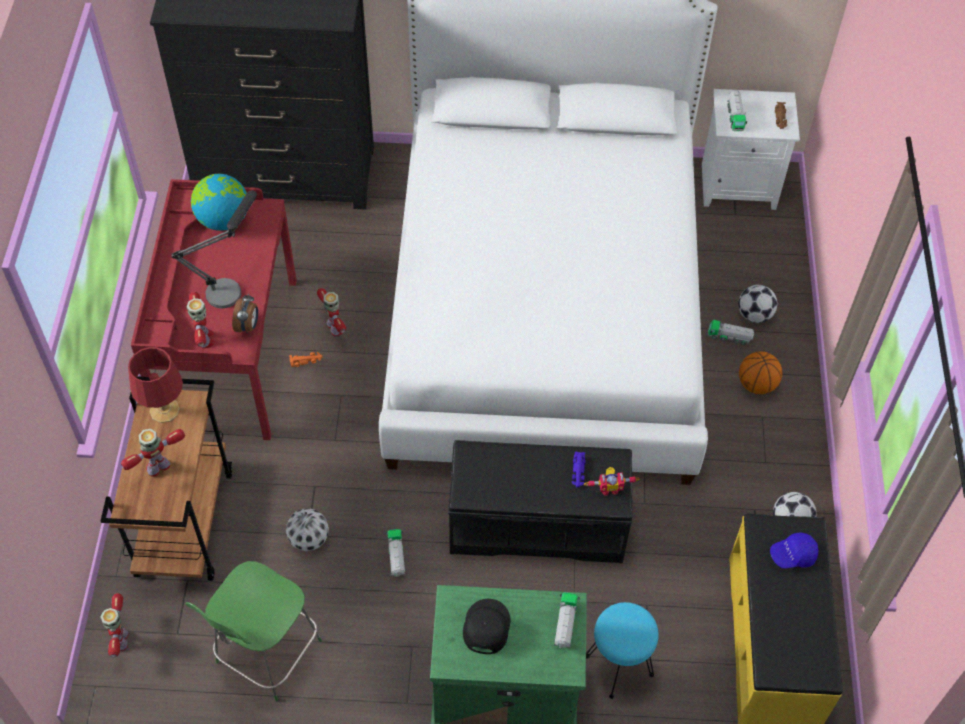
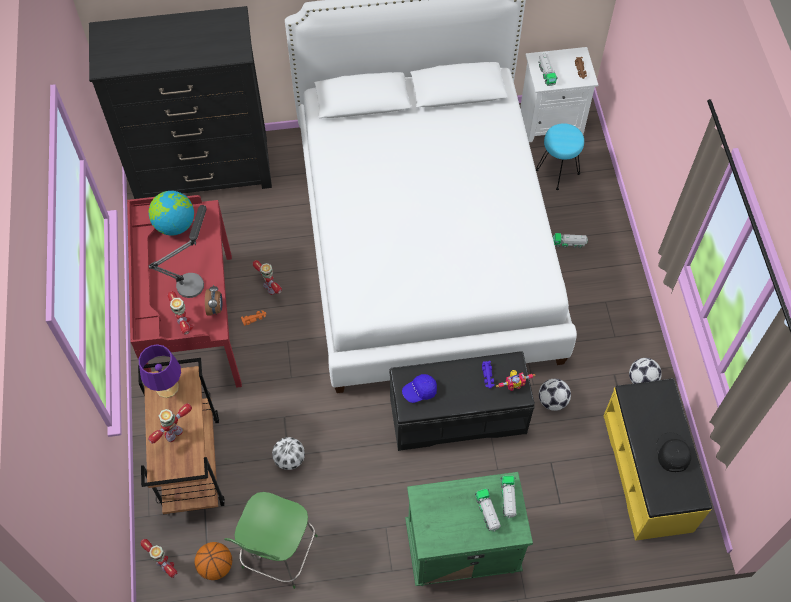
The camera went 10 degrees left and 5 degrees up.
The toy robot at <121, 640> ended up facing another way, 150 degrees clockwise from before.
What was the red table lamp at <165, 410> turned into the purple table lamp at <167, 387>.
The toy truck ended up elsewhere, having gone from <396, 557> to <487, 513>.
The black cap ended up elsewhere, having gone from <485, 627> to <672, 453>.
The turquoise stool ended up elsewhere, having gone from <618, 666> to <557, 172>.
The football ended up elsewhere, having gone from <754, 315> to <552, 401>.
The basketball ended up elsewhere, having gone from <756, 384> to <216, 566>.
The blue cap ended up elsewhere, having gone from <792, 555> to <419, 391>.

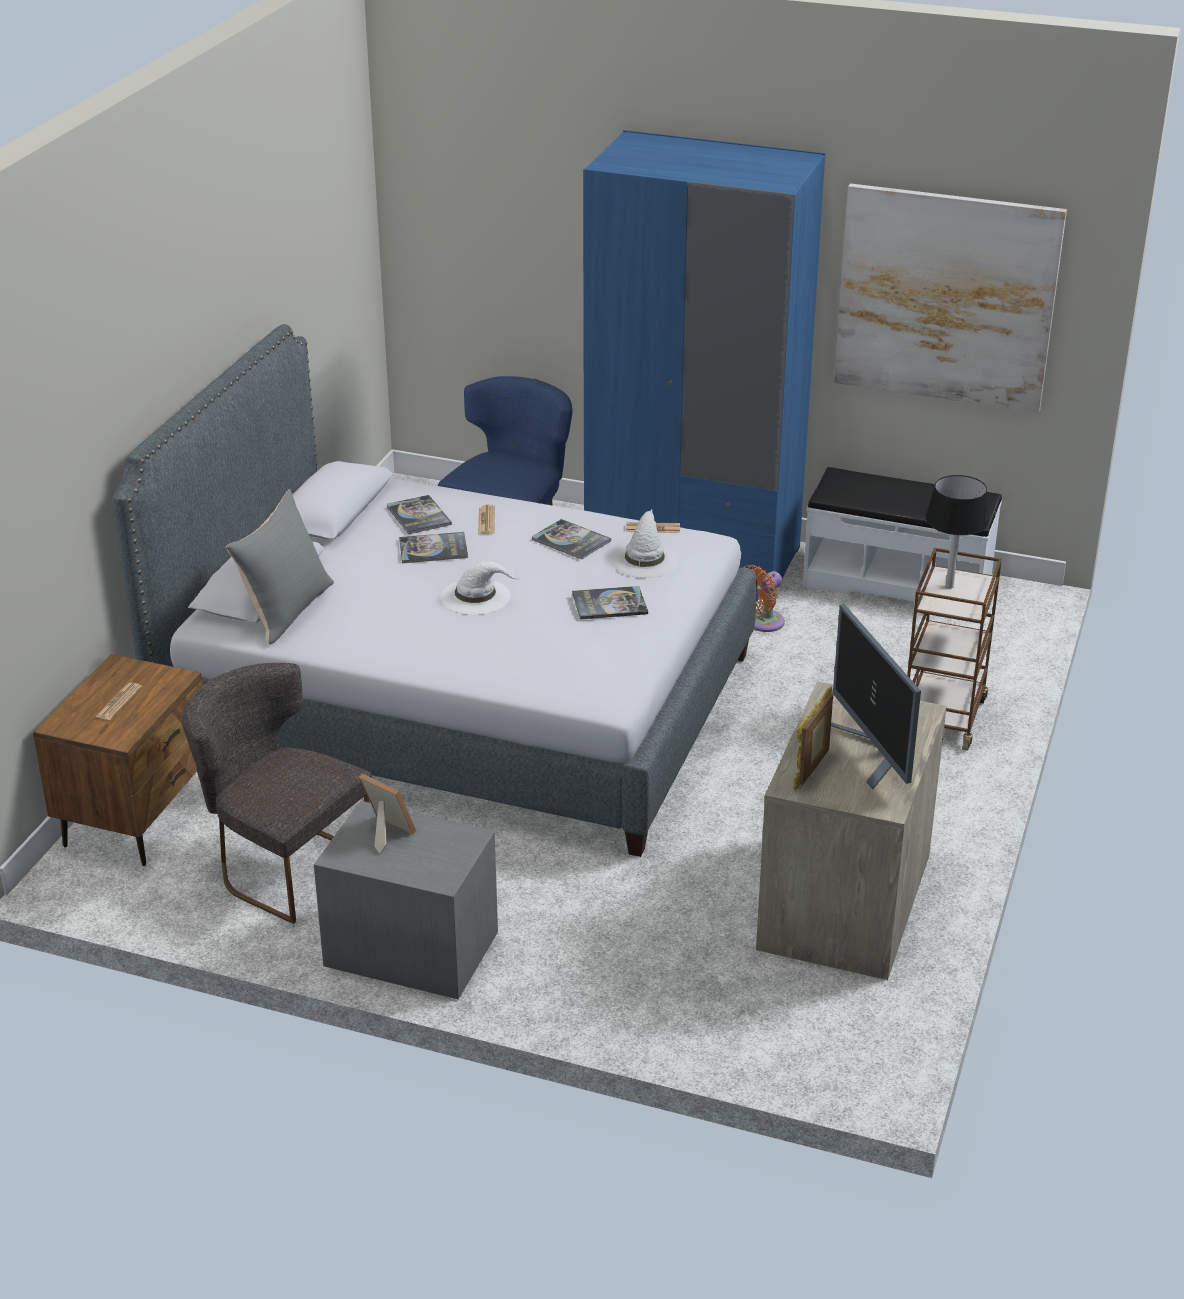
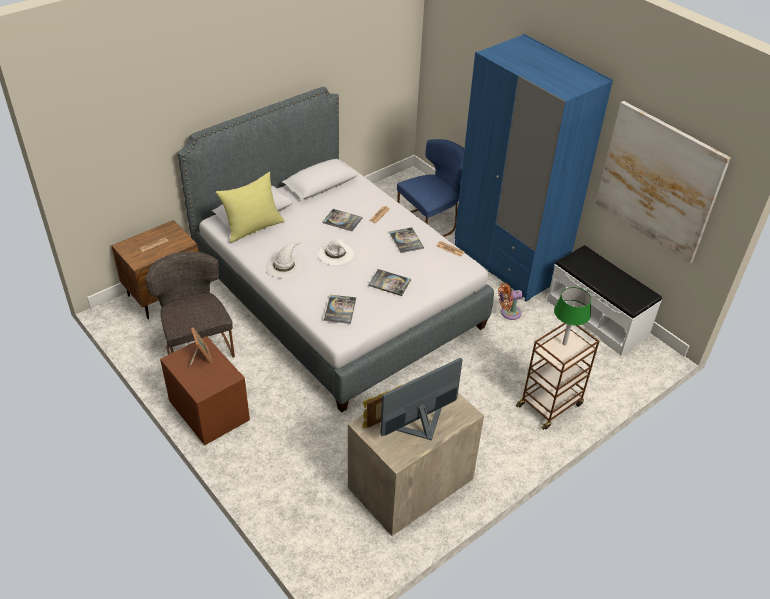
The camera went 30 degrees right and 10 degrees up.
What was the grey pillow at <286, 610> turned into the yellow pillow at <253, 227>.
What was the grey nightstand at <410, 948> turned into the brown nightstand at <209, 410>.
The book ended up elsewhere, having gone from <418, 516> to <340, 309>.
The white hat ended up elsewhere, having gone from <644, 560> to <284, 266>.
The monitor at <874, 754> ended up facing another way, 45 degrees clockwise from before.
What was the black table lamp at <949, 586> turned into the green table lamp at <564, 343>.

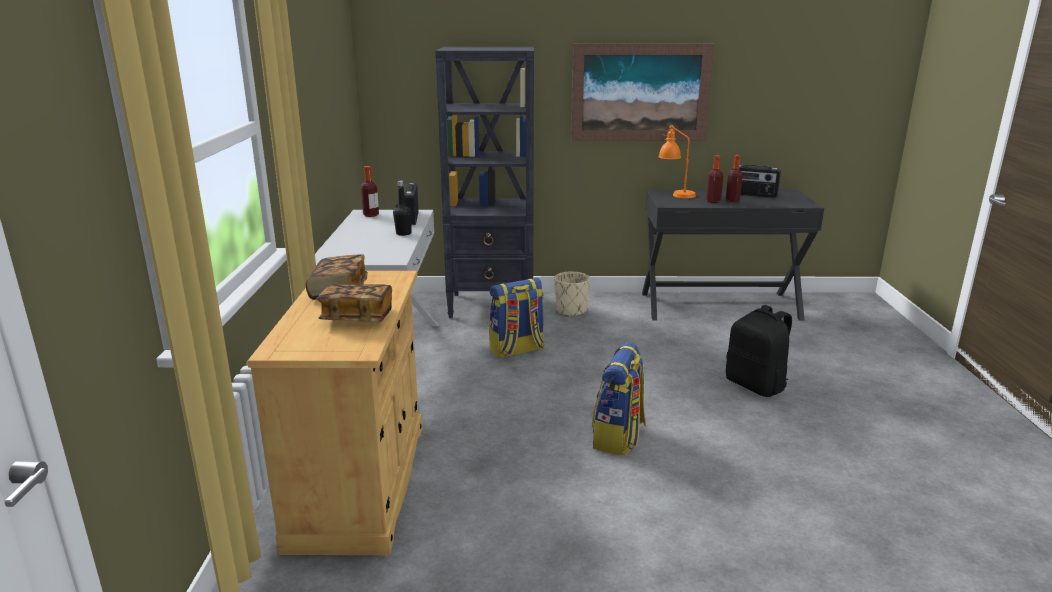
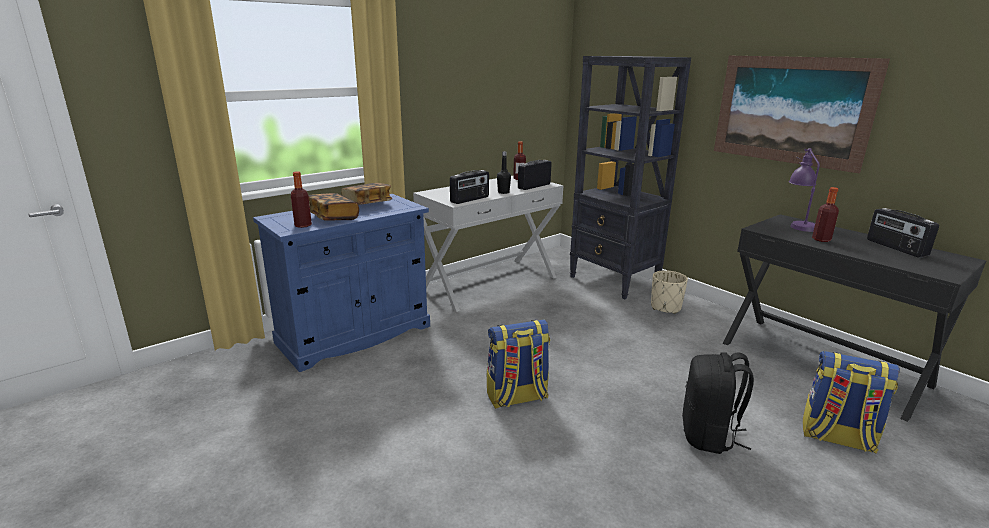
The camera went 50 degrees right and 0 degrees up.
What was the beige cabinet at <360, 483> turned into the blue cabinet at <355, 334>.
The backpack ended up elsewhere, having gone from <517, 350> to <836, 437>.
What was the orange table lamp at <675, 194> turned into the purple table lamp at <798, 224>.
The bottle ended up elsewhere, having gone from <732, 201> to <303, 225>.
The second view gained the radio at <470, 199>.

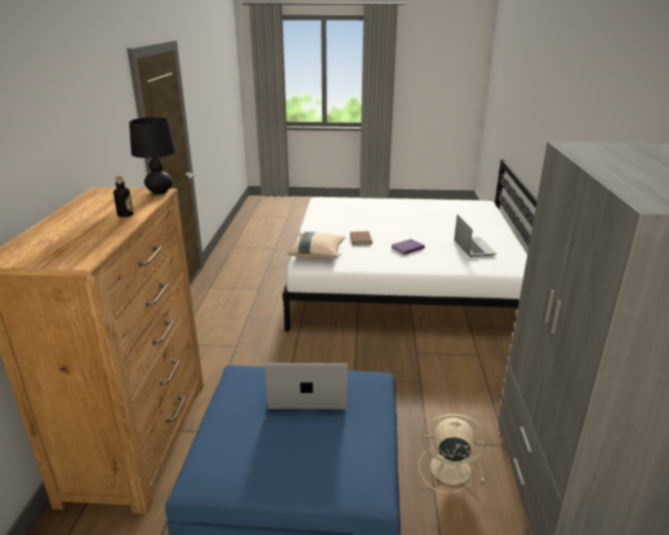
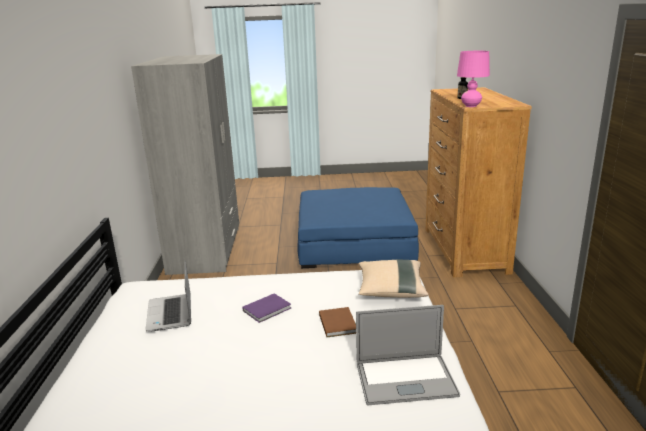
The camera went 175 degrees right and 5 degrees down.
What was the black table lamp at <159, 192> turned into the pink table lamp at <471, 106>.
The laptop ended up elsewhere, having gone from <308, 393> to <405, 379>.
The second view lost the beige fan at <448, 468>.

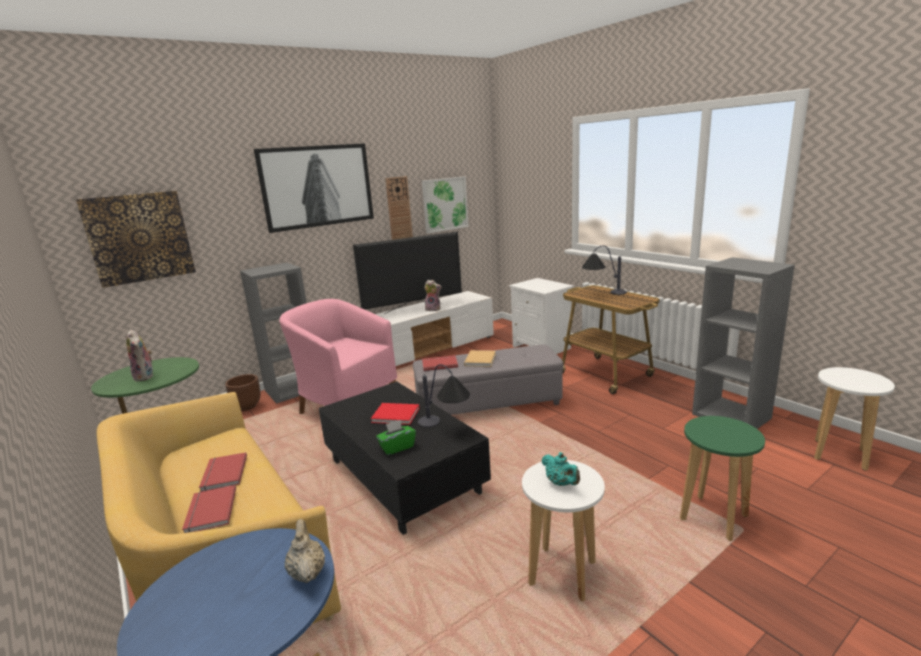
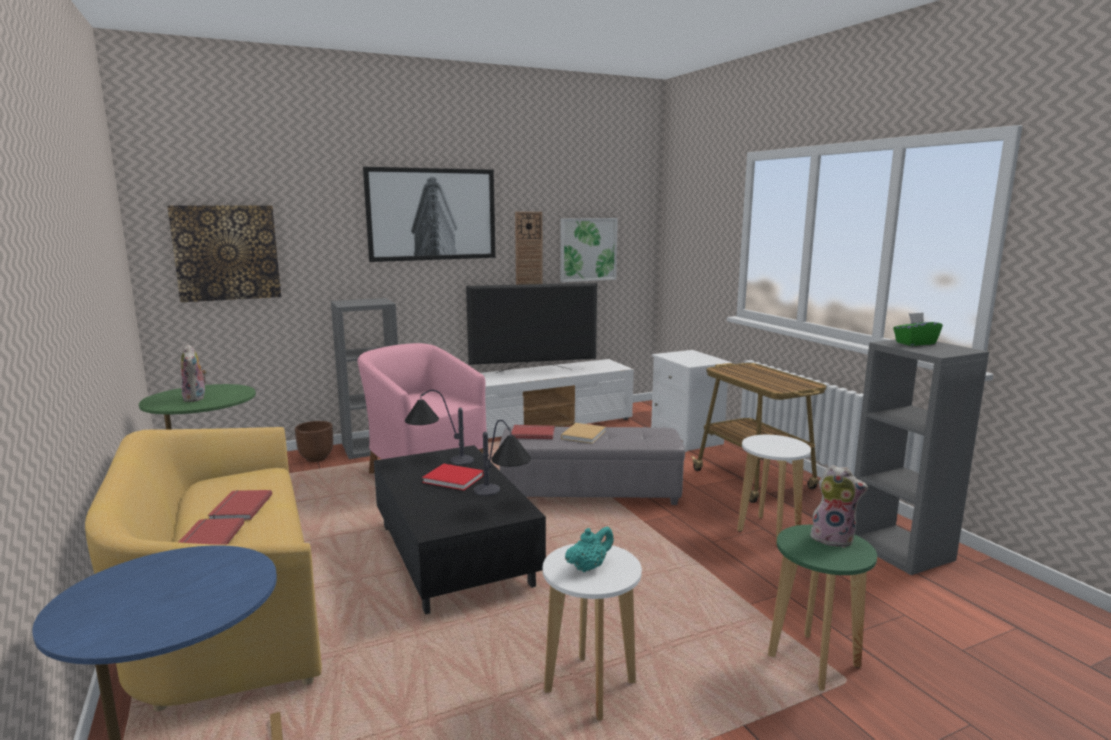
The camera went 10 degrees right and 5 degrees down.
The second view lost the beige teapot at <307, 572>.
The green tissue box ended up elsewhere, having gone from <397, 447> to <915, 343>.
The plush toy ended up elsewhere, having gone from <433, 309> to <833, 538>.
The turquoise teapot at <561, 483> ended up facing another way, 105 degrees counterclockwise from before.
The table lamp ended up elsewhere, having gone from <602, 294> to <438, 460>.
The white stool ended up elsewhere, having gone from <840, 455> to <769, 531>.

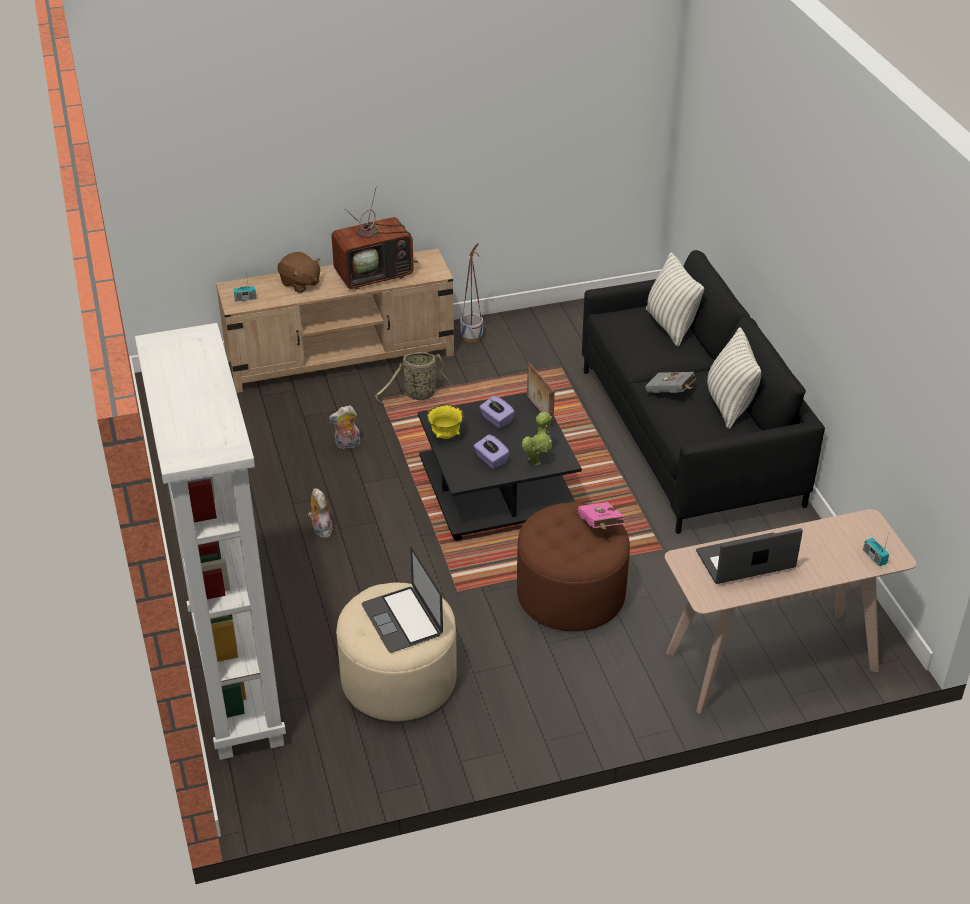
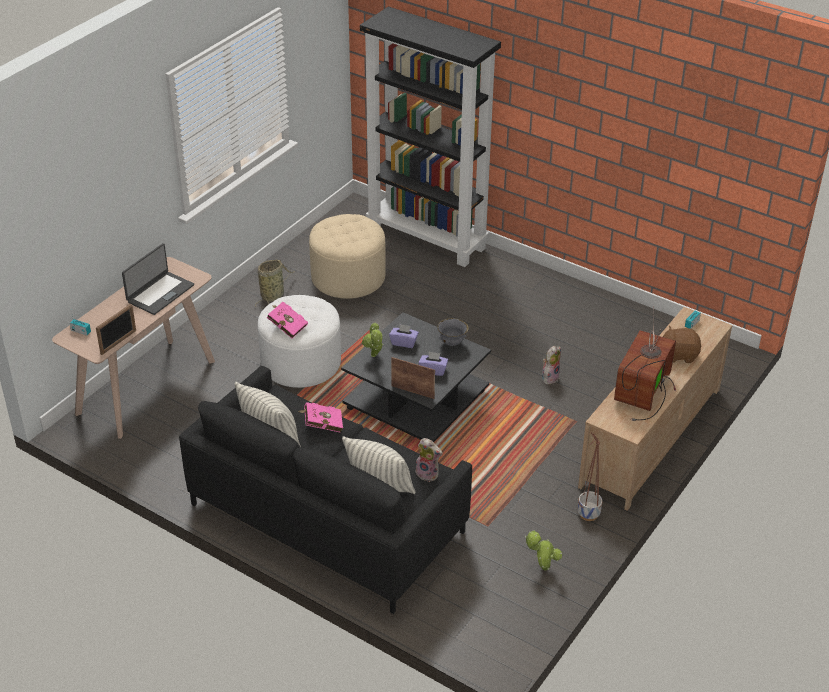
The camera went 140 degrees right and 0 degrees up.
What was the white bookcase at <234, 681> turned into the black bookcase at <428, 238>.
The plush toy ended up elsewhere, having gone from <320, 529> to <428, 473>.
The second view lost the laptop at <402, 619>.
The basket ended up elsewhere, having gone from <418, 395> to <273, 295>.
What was the yellow bowl at <445, 435> turned into the grey bowl at <452, 343>.
What was the brown ottoman at <571, 594> turned into the white ottoman at <301, 363>.
What was the grey book at <671, 393> turned into the pink book at <321, 425>.
The second view gained the picture frame at <118, 342>.
The second view gained the potted plant at <542, 567>.

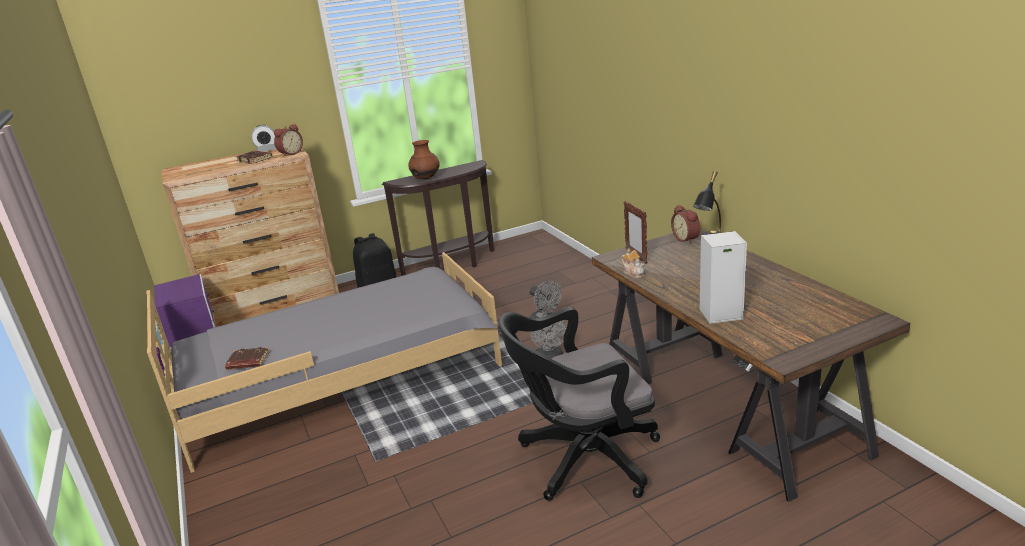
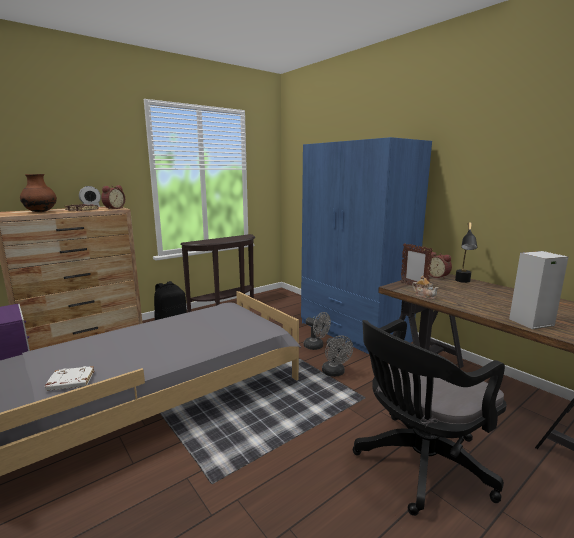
The camera went 15 degrees left and 10 degrees down.
What was the brown book at <247, 362> turned into the white book at <70, 382>.
The brown vase ended up elsewhere, having gone from <426, 178> to <41, 212>.
The second view gained the blue wardrobe at <353, 332>.

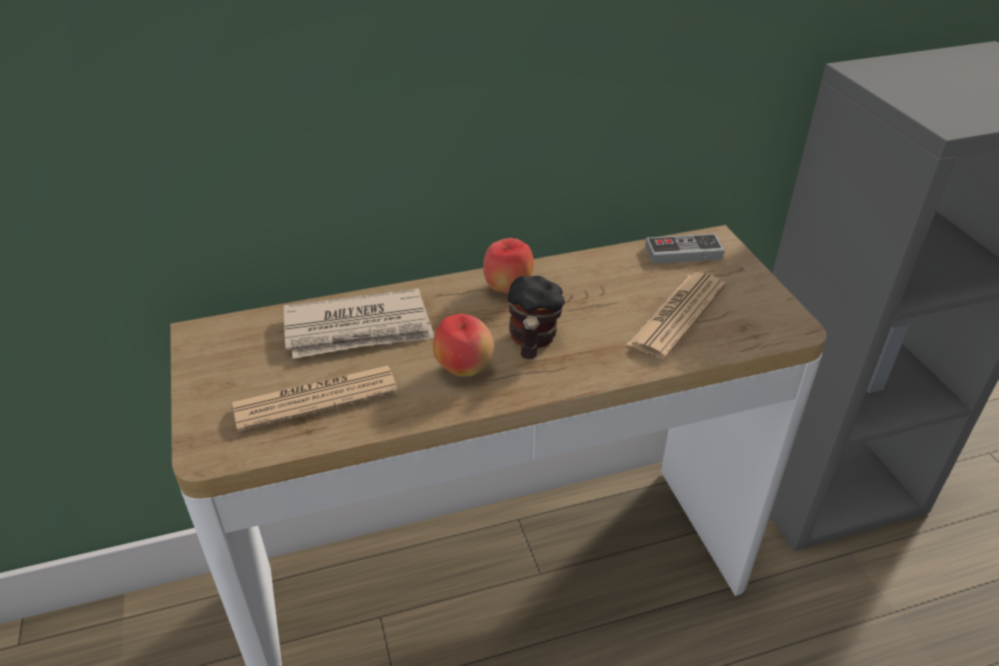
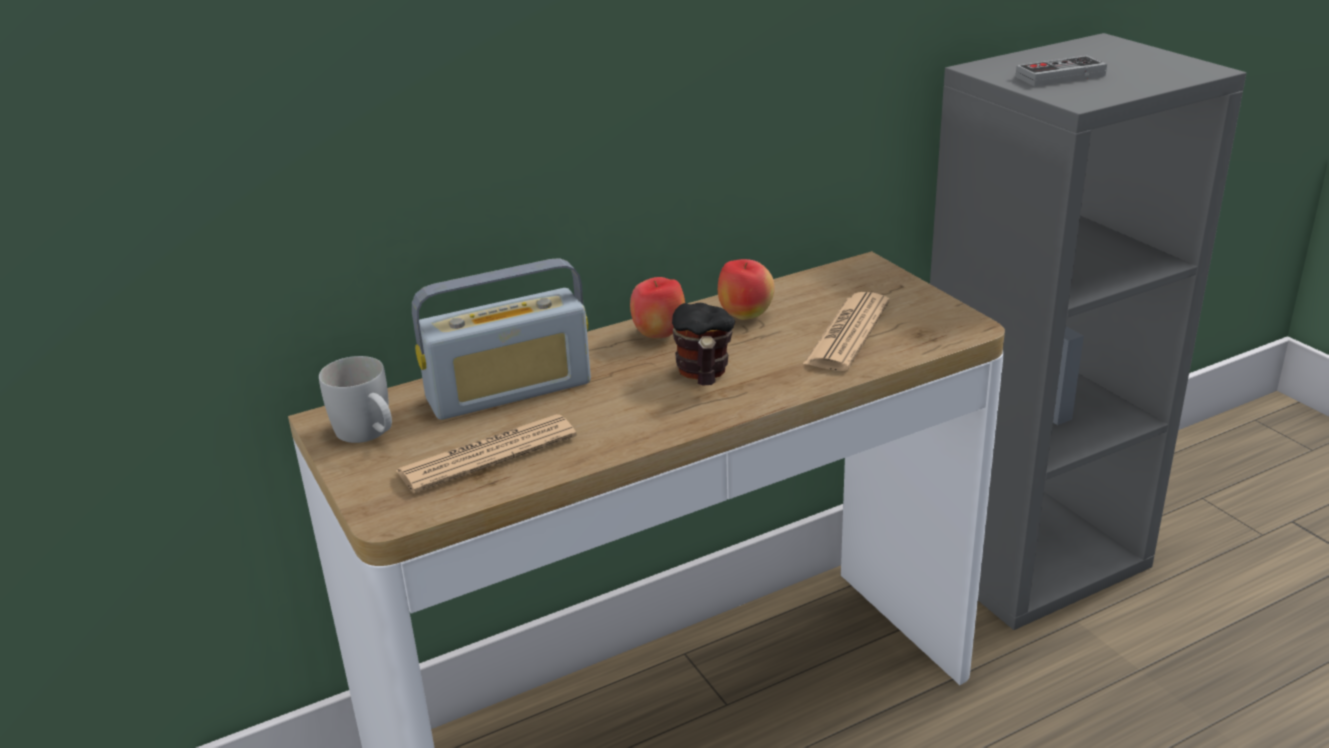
The camera went 10 degrees left and 10 degrees down.
Where the newspaper stood at <359, 329>, the radio came to stand at <509, 391>.
The apple ended up elsewhere, having gone from <464, 369> to <745, 316>.
The game controller ended up elsewhere, having gone from <683, 252> to <1060, 76>.
The second view gained the white mug at <369, 434>.

